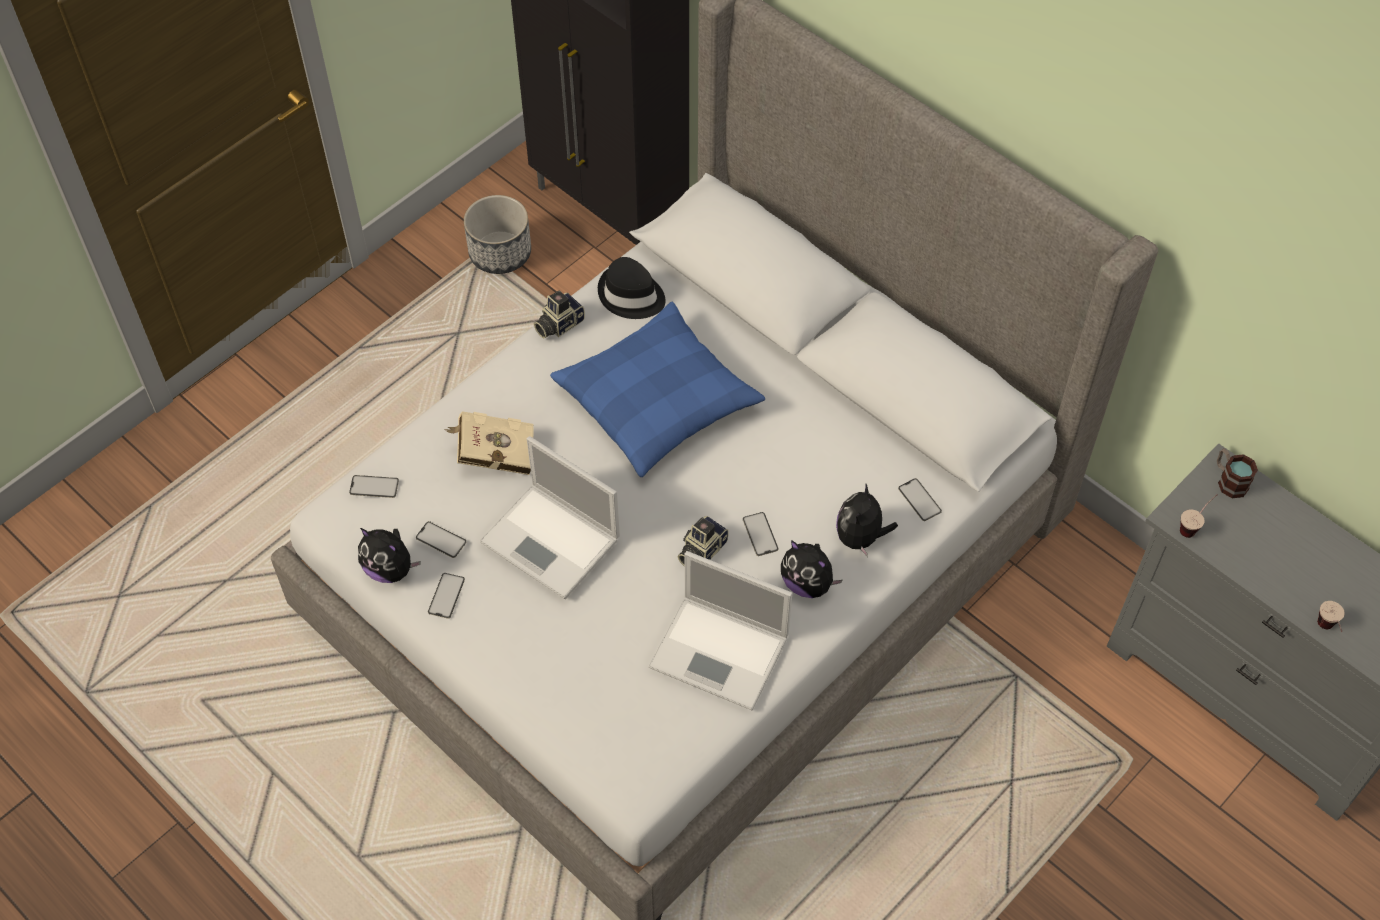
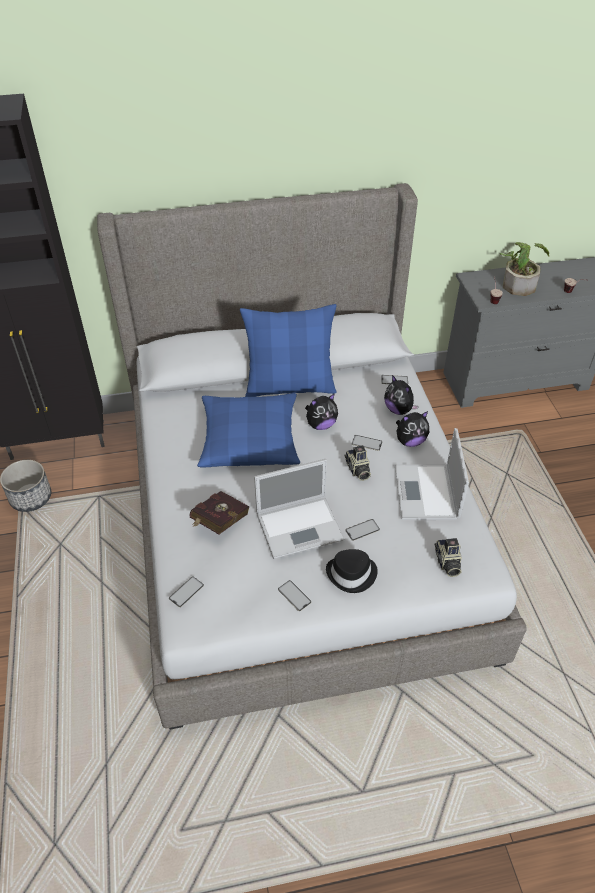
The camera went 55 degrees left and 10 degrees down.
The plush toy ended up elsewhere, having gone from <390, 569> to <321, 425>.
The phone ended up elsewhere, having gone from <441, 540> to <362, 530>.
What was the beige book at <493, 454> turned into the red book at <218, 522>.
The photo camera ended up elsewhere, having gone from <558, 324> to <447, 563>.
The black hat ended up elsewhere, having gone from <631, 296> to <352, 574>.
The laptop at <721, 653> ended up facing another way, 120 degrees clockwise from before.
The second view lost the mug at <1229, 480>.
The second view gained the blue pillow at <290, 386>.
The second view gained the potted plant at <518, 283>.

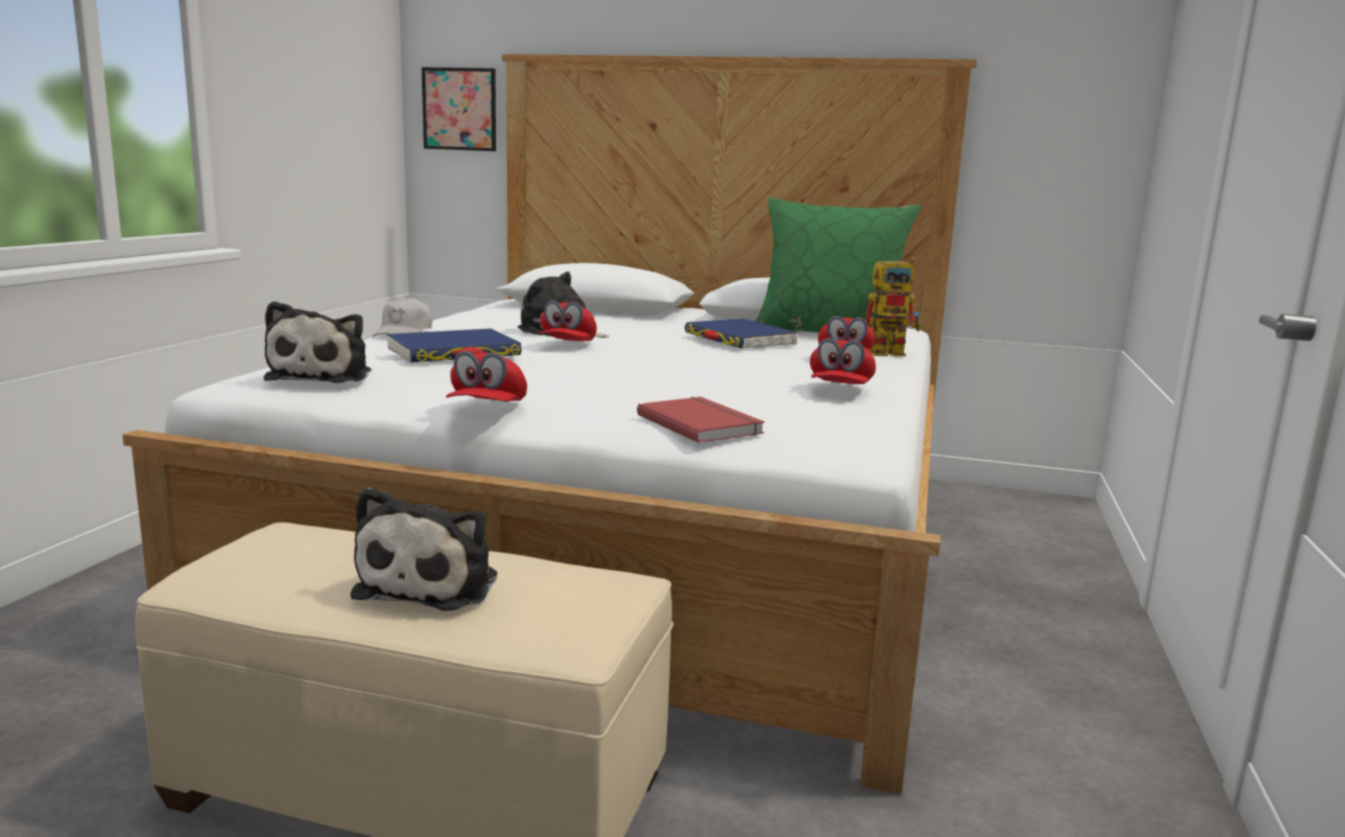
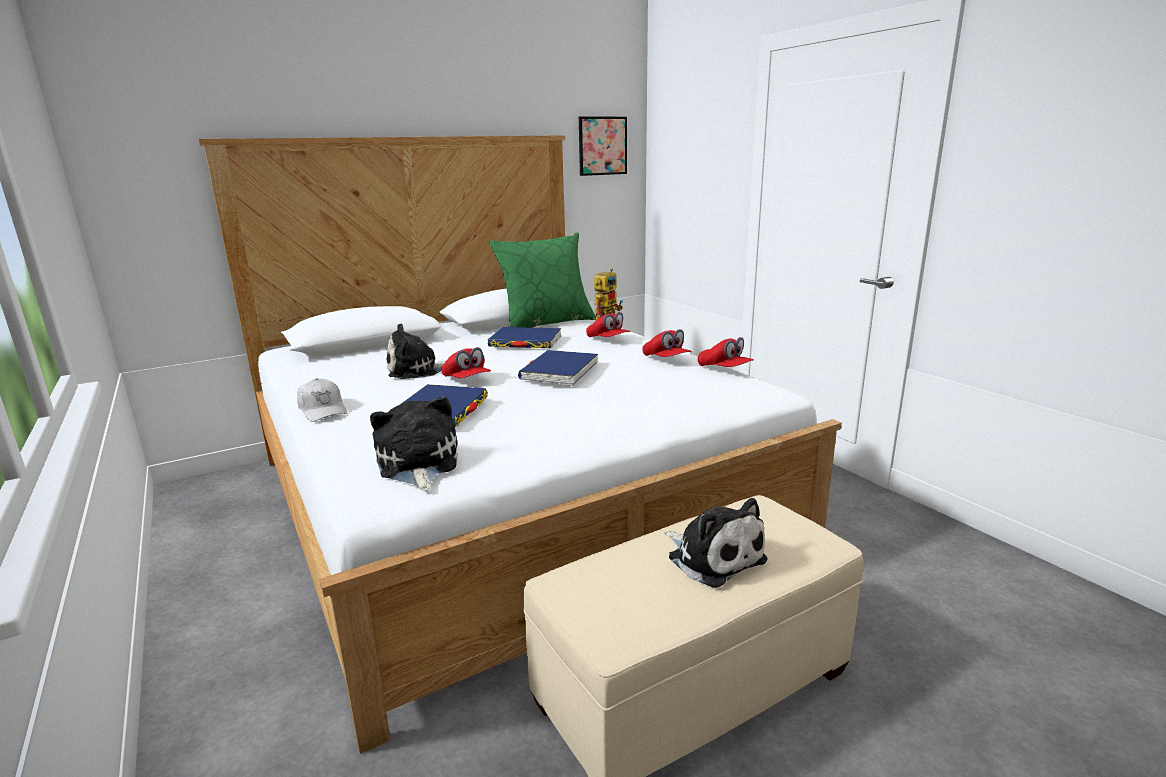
The camera went 45 degrees left and 5 degrees up.
The plush toy at <324, 376> ended up facing another way, 150 degrees counterclockwise from before.
The picture ended up elsewhere, having gone from <459, 109> to <602, 146>.
The red cap ended up elsewhere, having gone from <487, 410> to <724, 369>.
The second view lost the red book at <701, 423>.
The second view gained the blue book at <559, 371>.

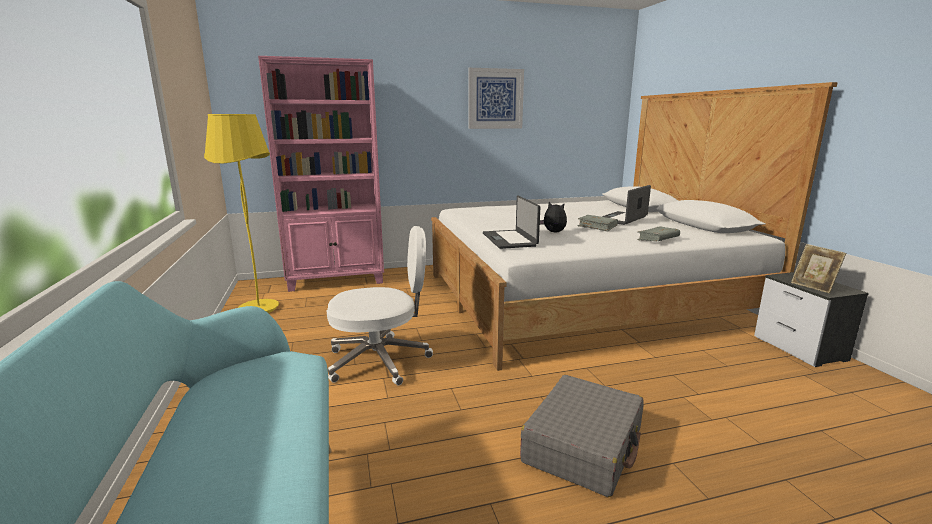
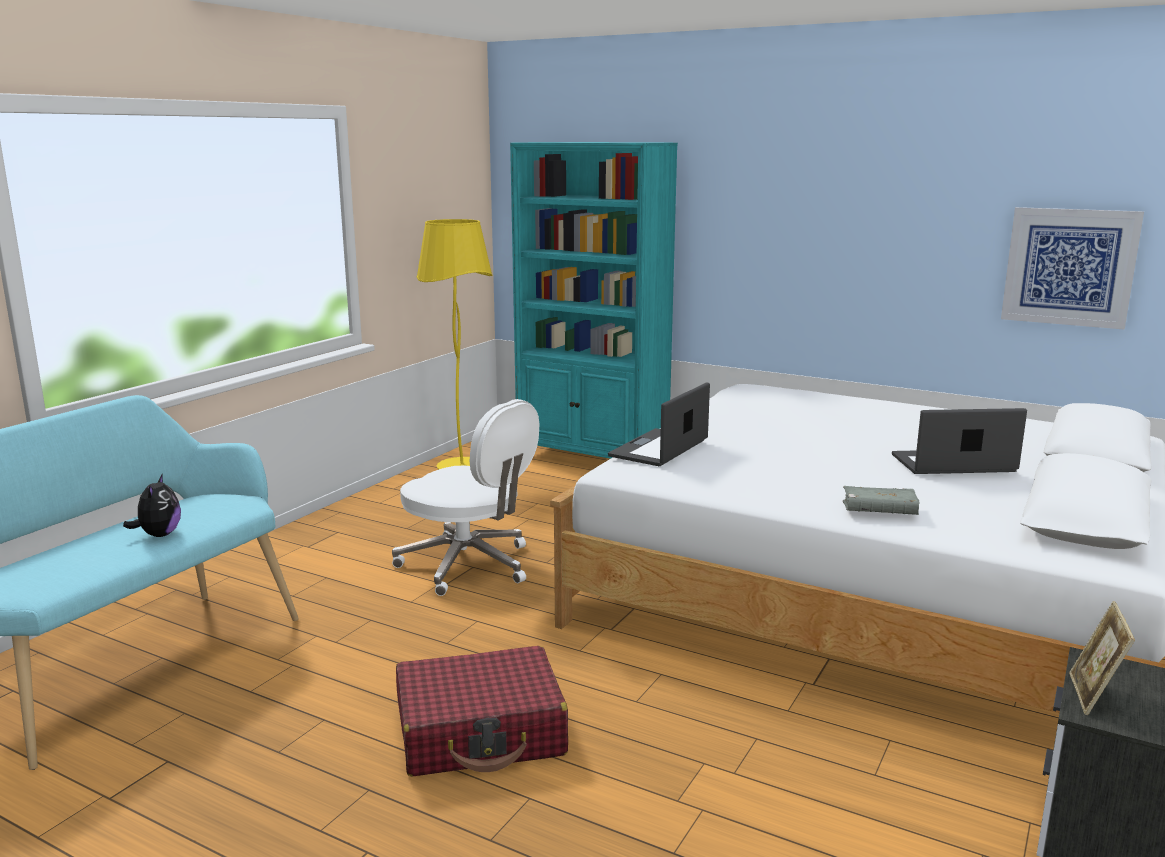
The camera went 45 degrees right and 0 degrees up.
What was the pink bookcase at <337, 280> turned into the turquoise bookcase at <593, 459>.
The picture ended up elsewhere, having gone from <495, 99> to <1069, 267>.
What was the grey suitcase at <583, 446> turned into the red suitcase at <481, 732>.
The plush toy ended up elsewhere, having gone from <553, 232> to <159, 535>.
The second view lost the grey book at <597, 227>.

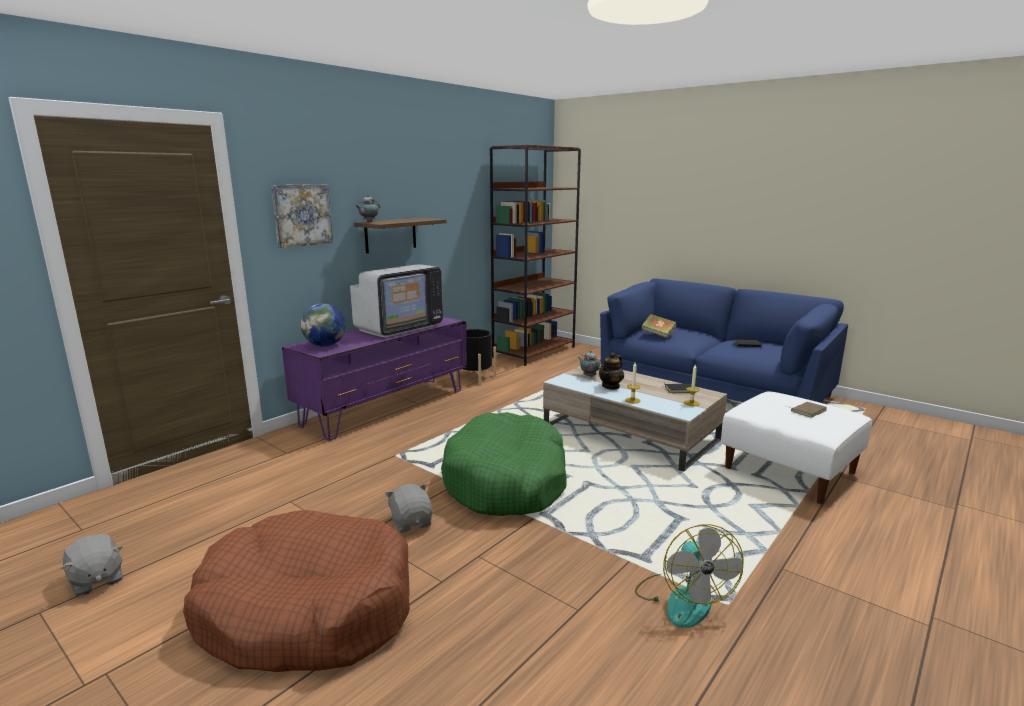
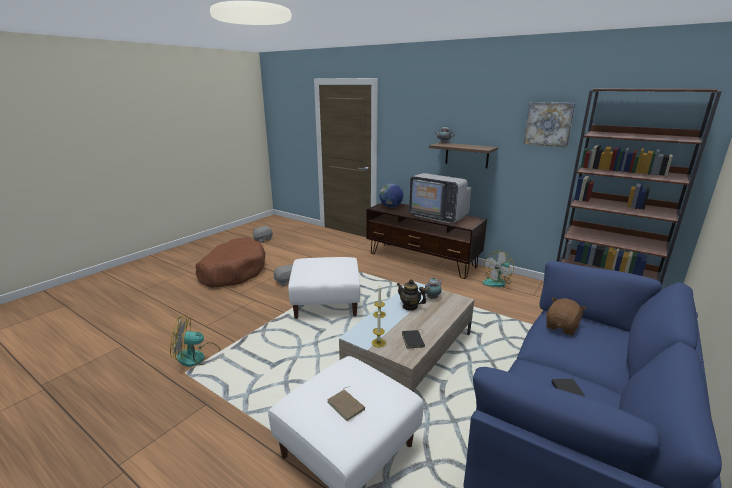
The camera went 85 degrees right and 5 degrees up.
The picture ended up elsewhere, having gone from <302, 215> to <548, 124>.
What was the purple tv stand at <386, 407> turned into the brown tv stand at <422, 260>.
Where the green dog bed stood at <506, 481>, the white ottoman came to stand at <326, 303>.
Where the black planter stood at <475, 378>, the fan came to stand at <497, 282>.
Where the book stood at <658, 335>, the brown plush toy came to stand at <562, 327>.

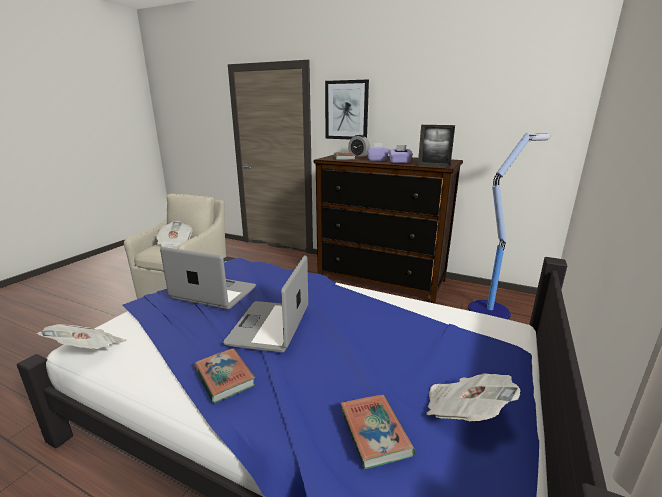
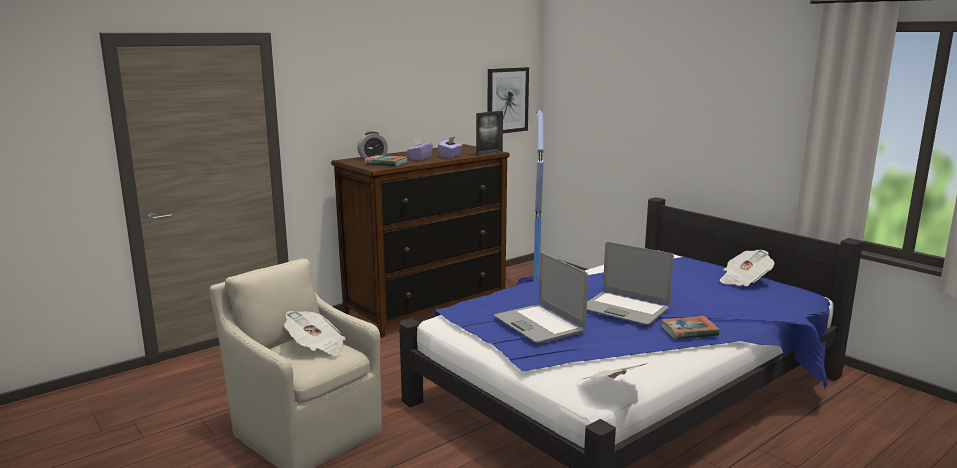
The camera went 65 degrees left and 5 degrees down.
The laptop at <213, 293> ended up facing another way, 75 degrees counterclockwise from before.
The picture ended up elsewhere, having gone from <346, 110> to <507, 100>.
The second view lost the book at <375, 433>.

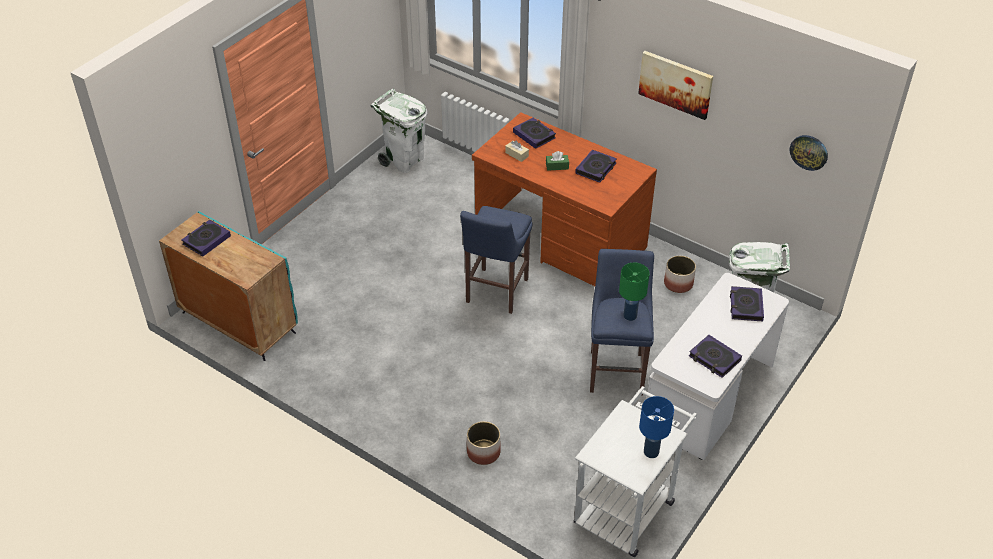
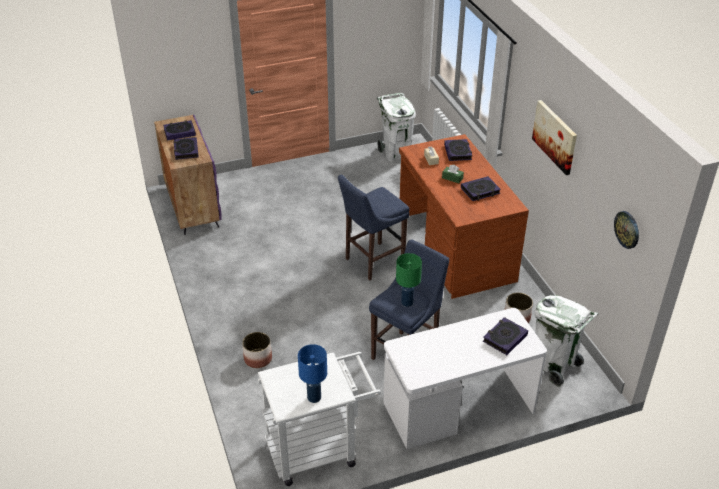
The camera went 35 degrees right and 5 degrees down.
What was the turquoise cabinet at <238, 322> turned into the purple cabinet at <192, 205>.
The book ended up elsewhere, having gone from <714, 359> to <186, 150>.

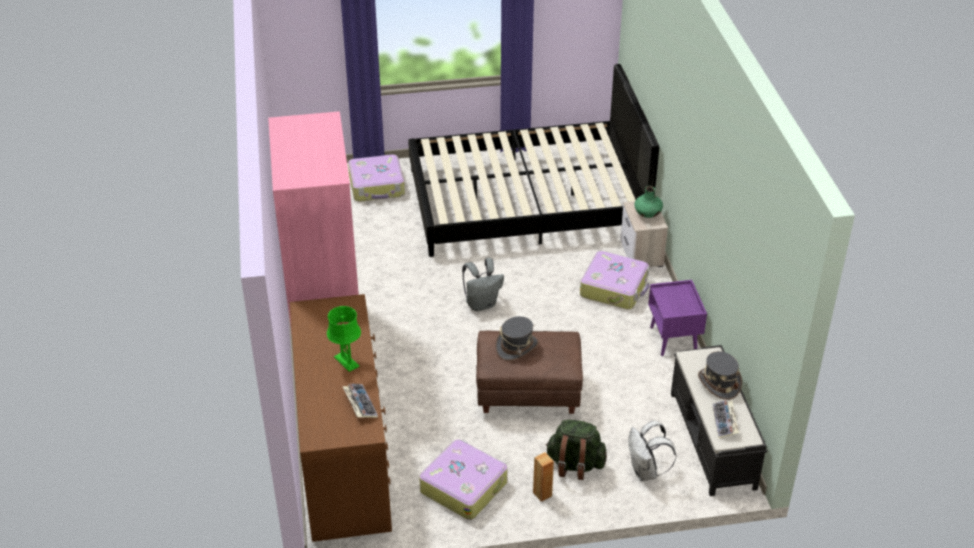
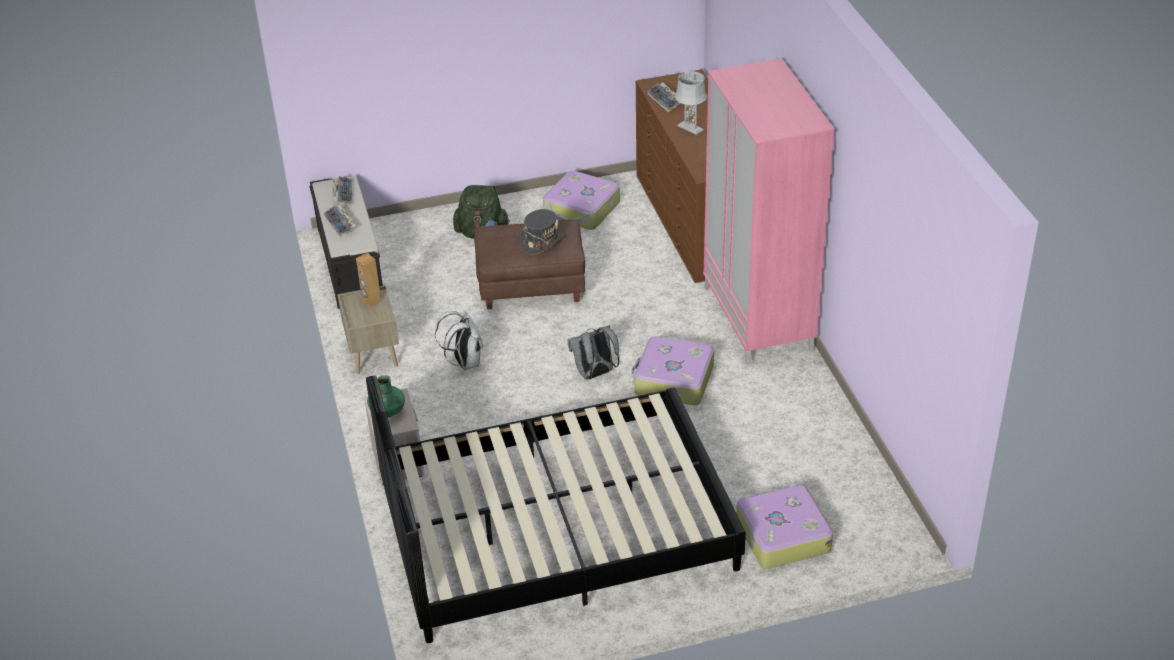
The camera went 175 degrees right and 0 degrees up.
What was the green table lamp at <346, 362> turned into the grey table lamp at <690, 128>.
The brown speaker ended up elsewhere, having gone from <542, 494> to <371, 300>.
The suitcase ended up elsewhere, having gone from <614, 288> to <673, 380>.
The white backpack ended up elsewhere, having gone from <646, 472> to <464, 362>.
What was the purple nightstand at <674, 339> turned into the beige nightstand at <372, 354>.
Where the grey hat stood at <719, 383>, the keyboard came to stand at <340, 224>.

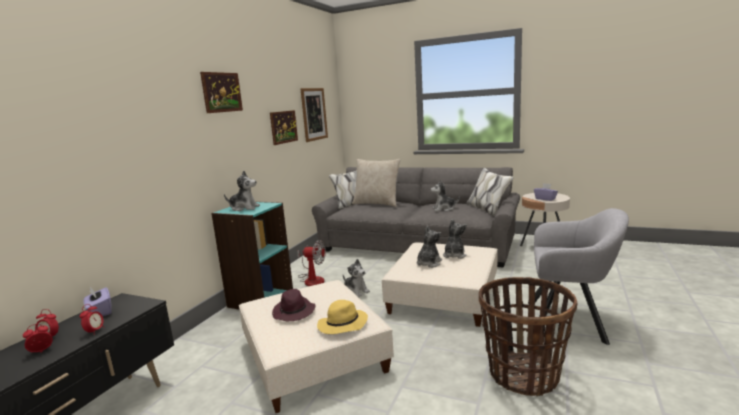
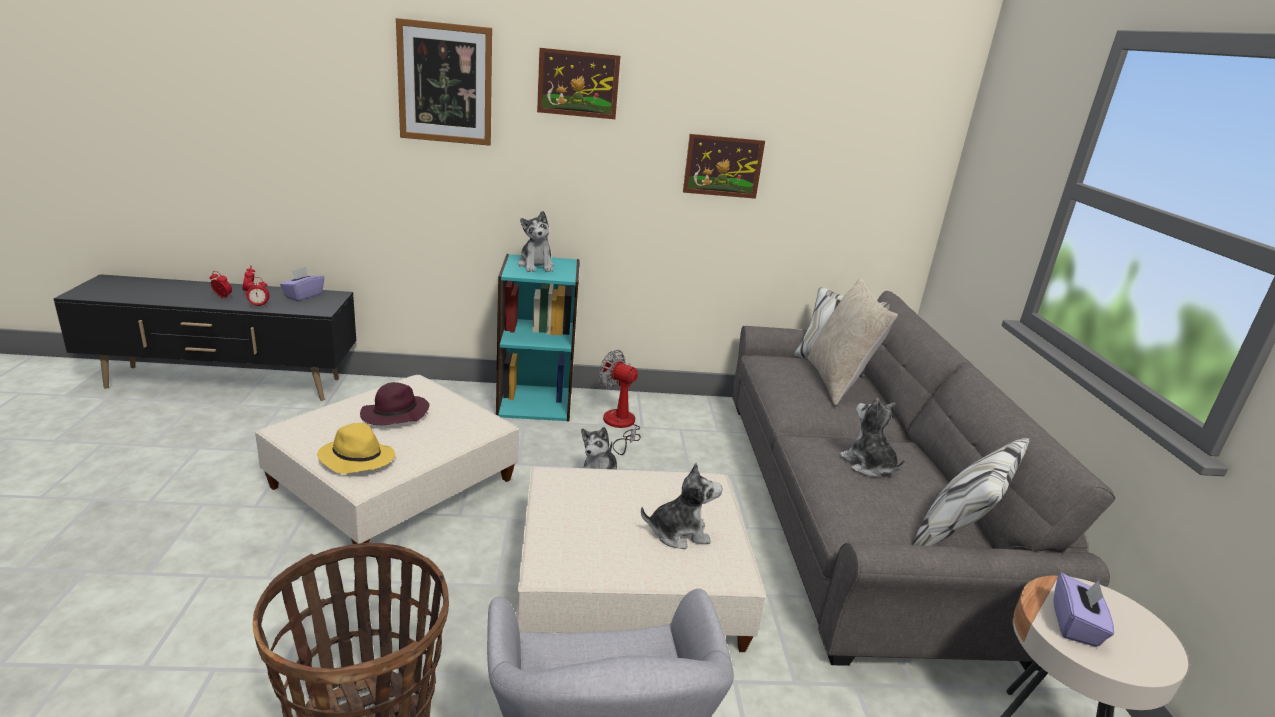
The camera went 60 degrees right and 10 degrees up.
The fan at <312, 279> ended up facing another way, 135 degrees clockwise from before.
The picture ended up elsewhere, having gone from <314, 114> to <445, 83>.
The second view lost the plush toy at <428, 263>.

